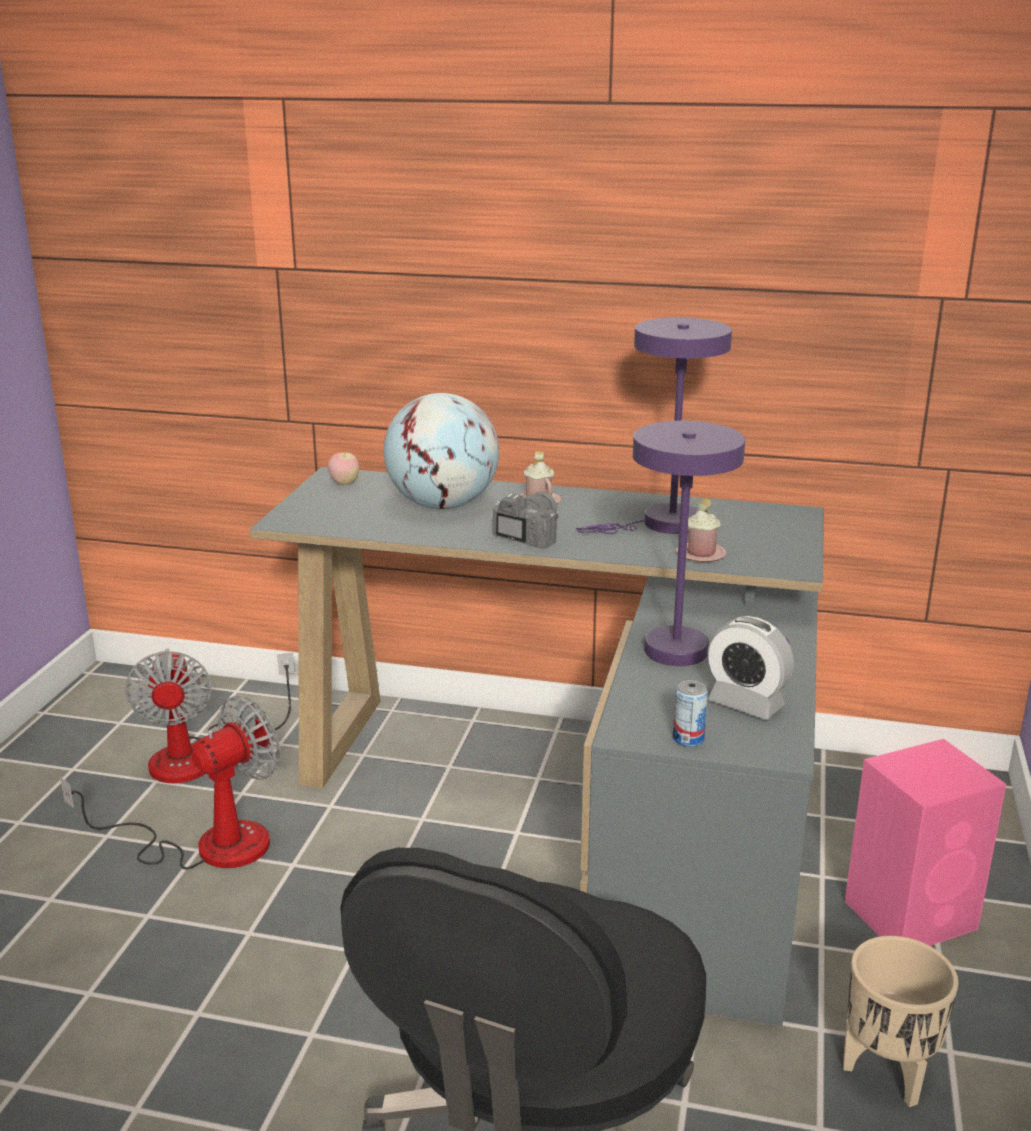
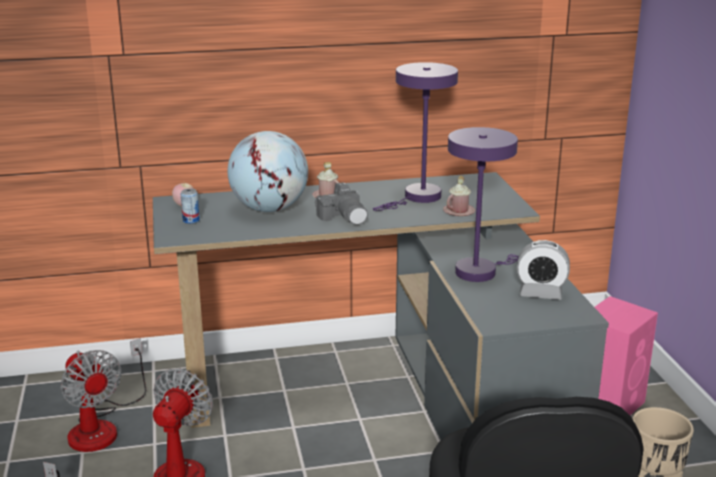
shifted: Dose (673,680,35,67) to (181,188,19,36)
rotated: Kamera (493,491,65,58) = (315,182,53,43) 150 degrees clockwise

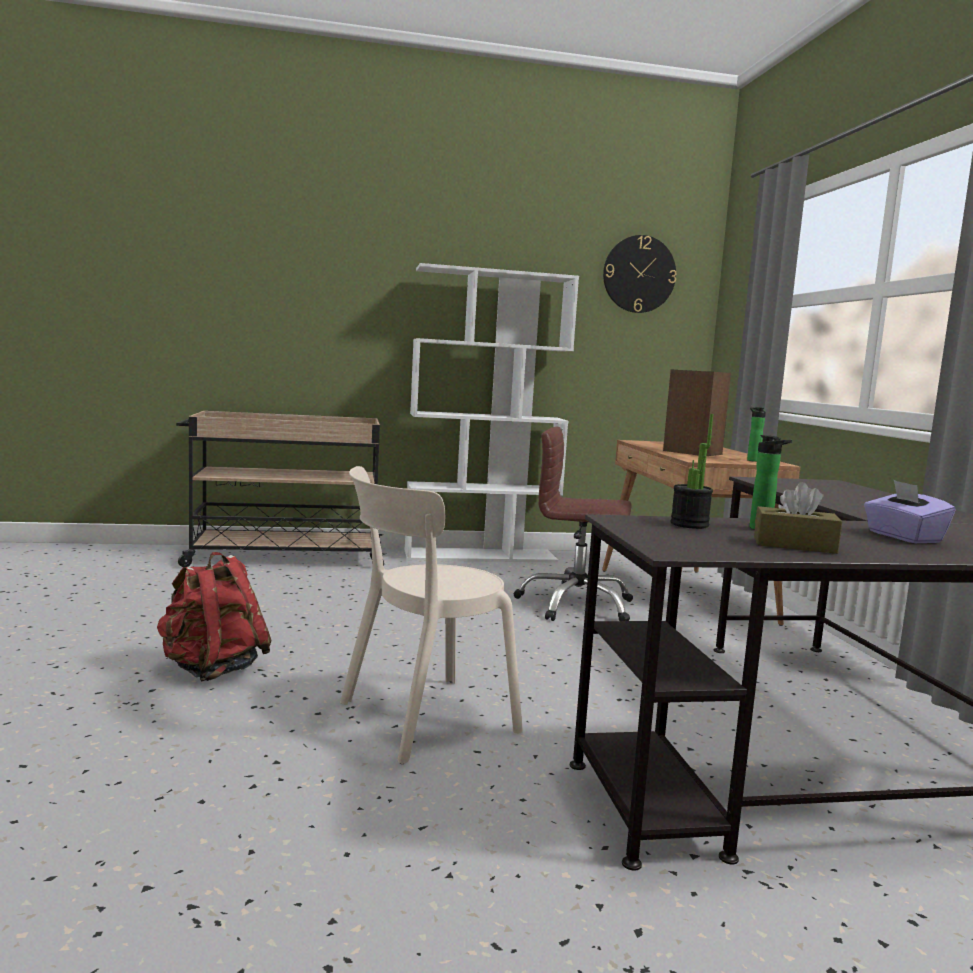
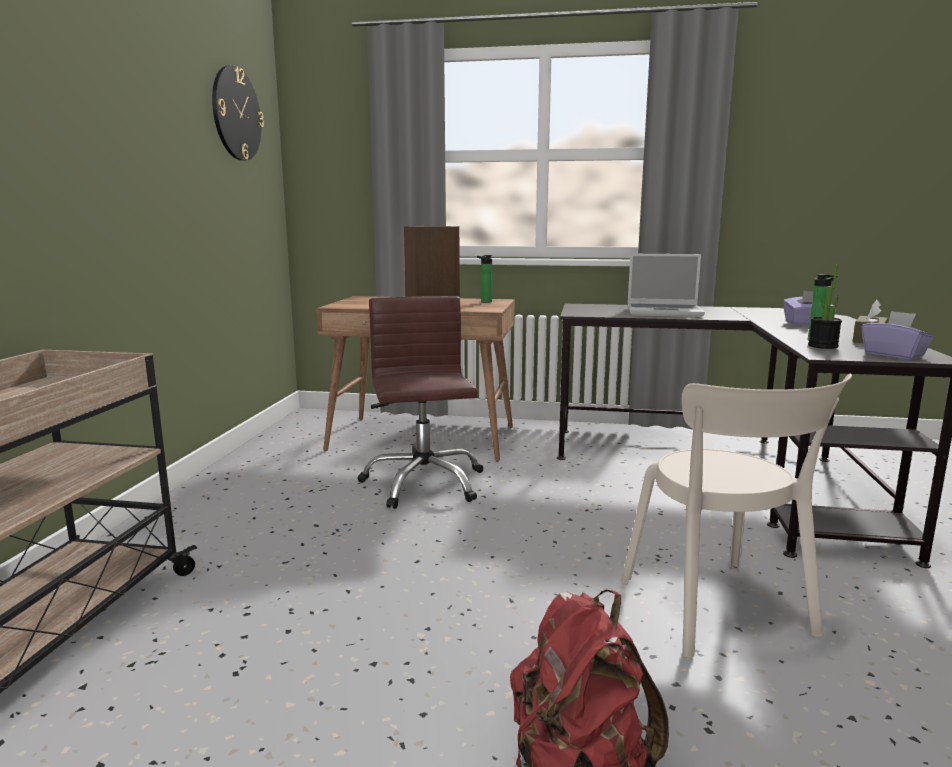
gone: Bücherregal [weiß] (404,263,175,300)
new: Laptop (627,254,78,63); Taschentuchbox [lila] (862,311,72,49)
rotated: Bürostuhl [braun] (514,426,119,195) = (358,296,125,213) 135 degrees clockwise

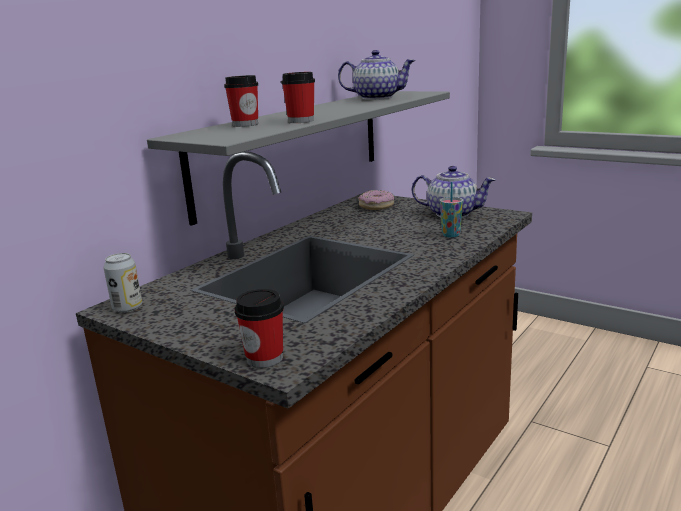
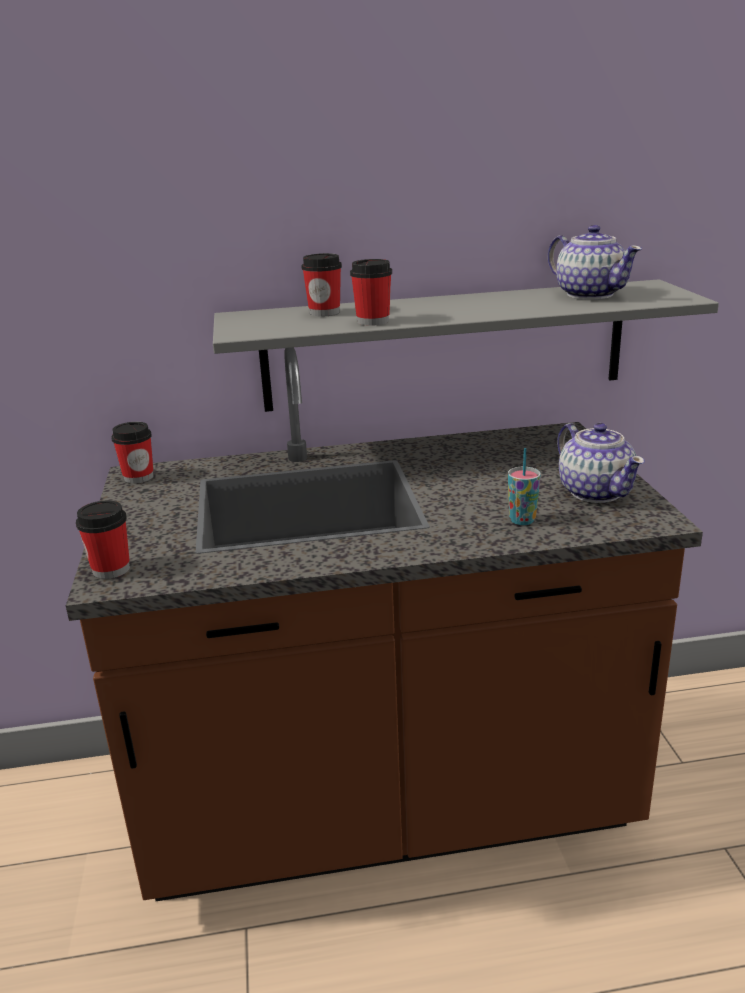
gone: Donut (358,190,36,20)
swapped: Dose (103,253,39,60) to Tasse (111,422,43,62)

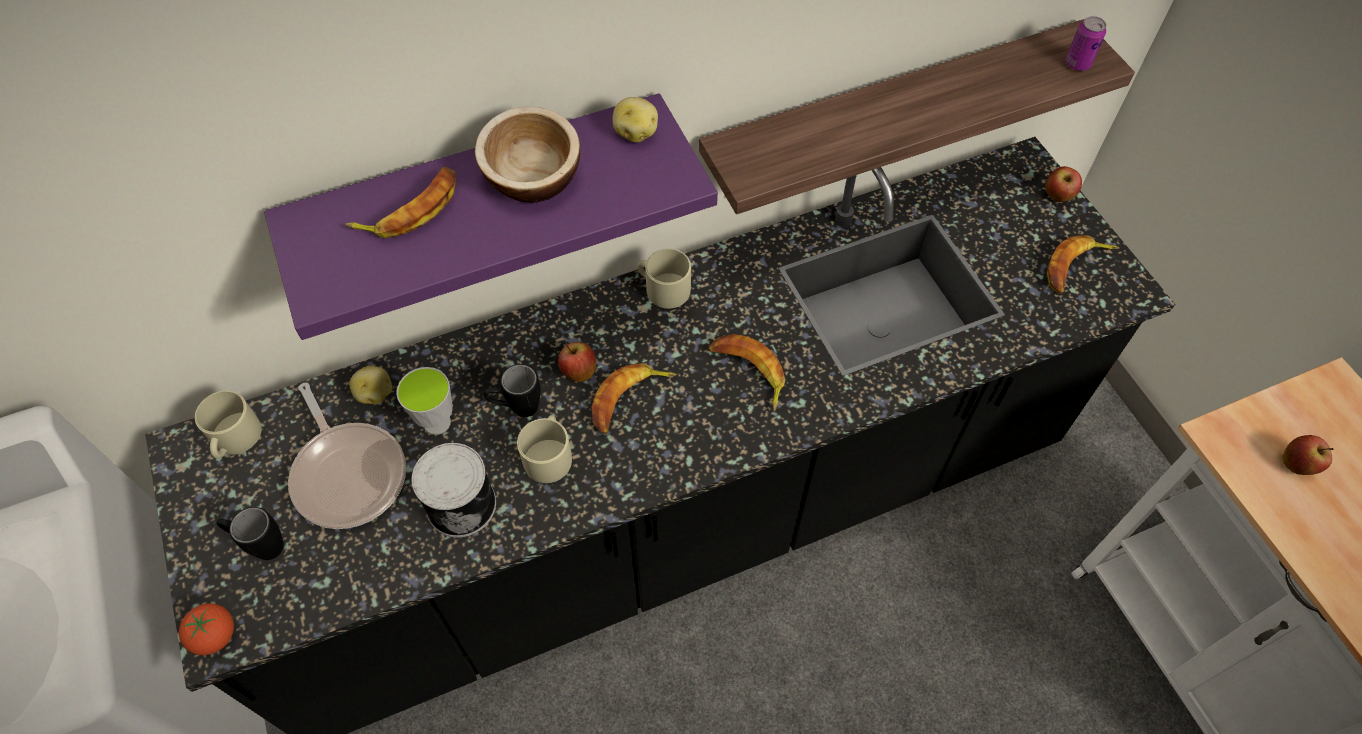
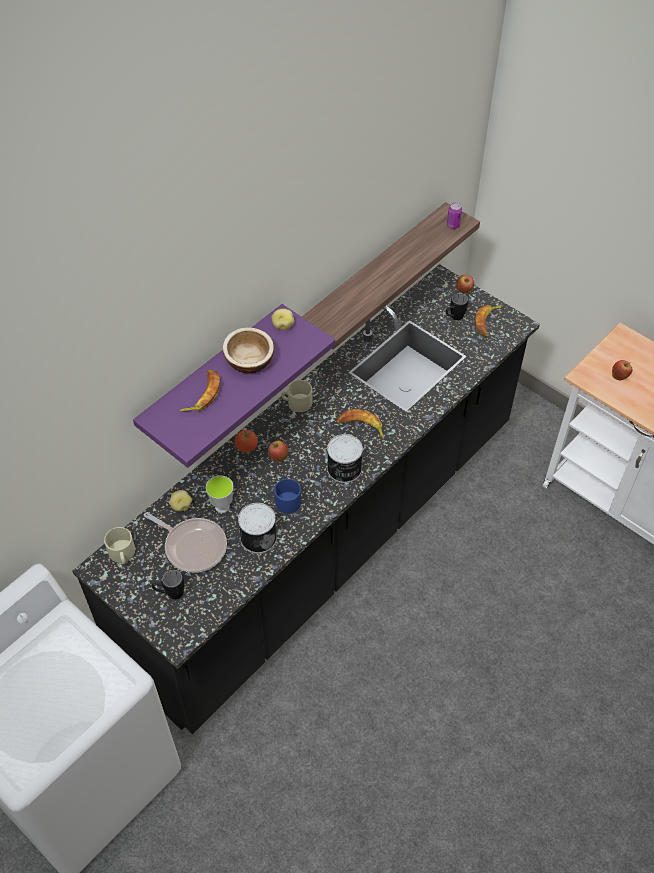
gone: Banane (592,363,85,71)
new: Dose (327,434,36,49)
shifted: Tomate (179,604,55,51) to (235,430,23,22); Henkelbecher [schwarz] (484,364,57,53) to (446,293,23,28)
repainted: Henkelbecher [beige] (517,415,55,68) to Henkelbecher [blau] (274,479,27,35)

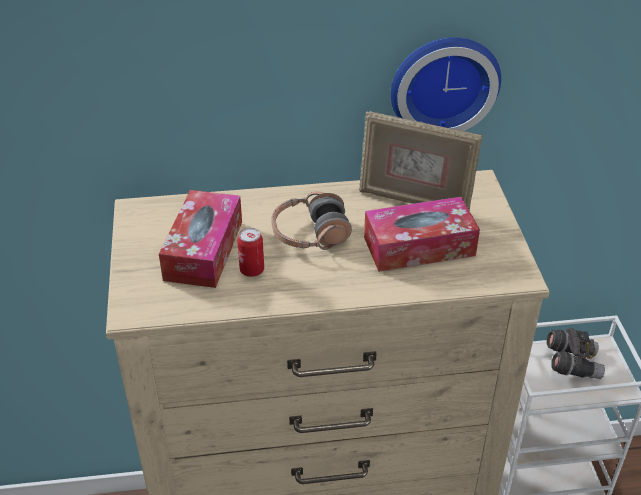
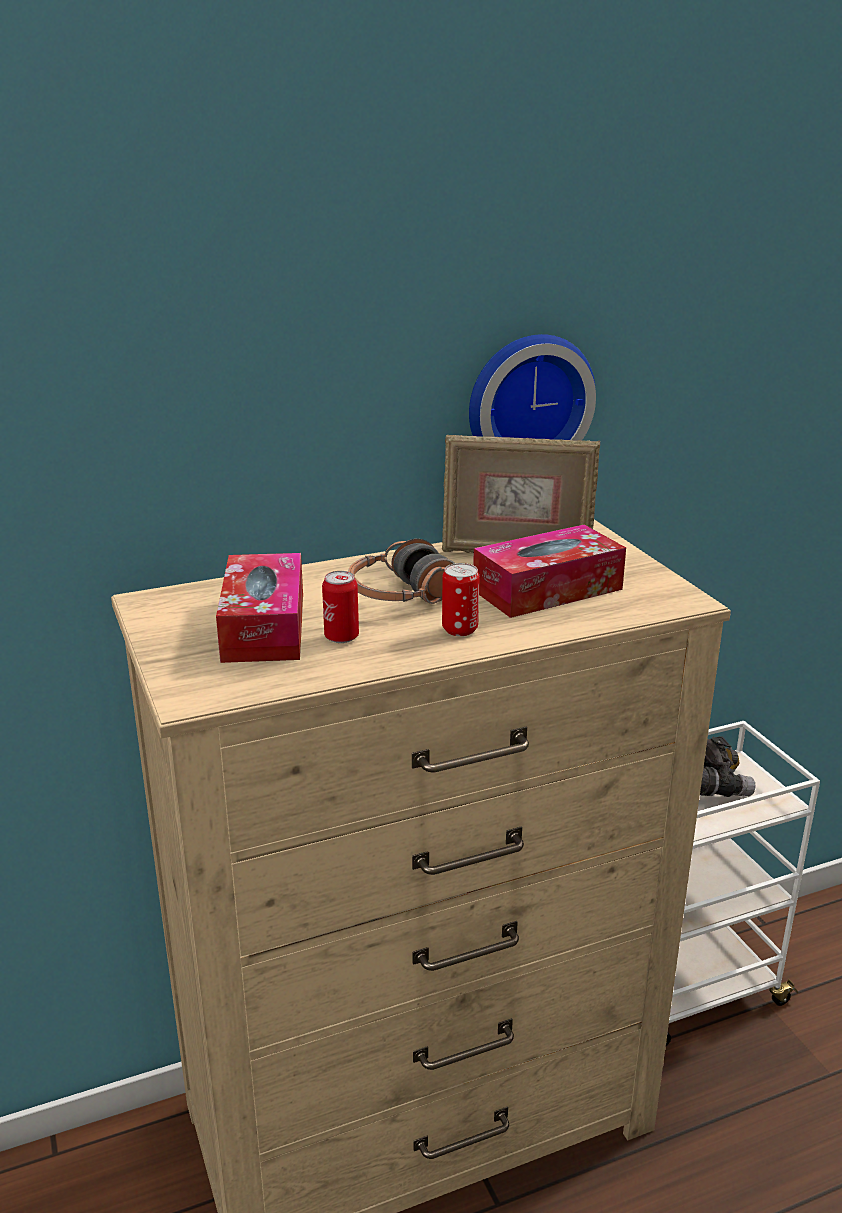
new: Dose (442,563,38,73)

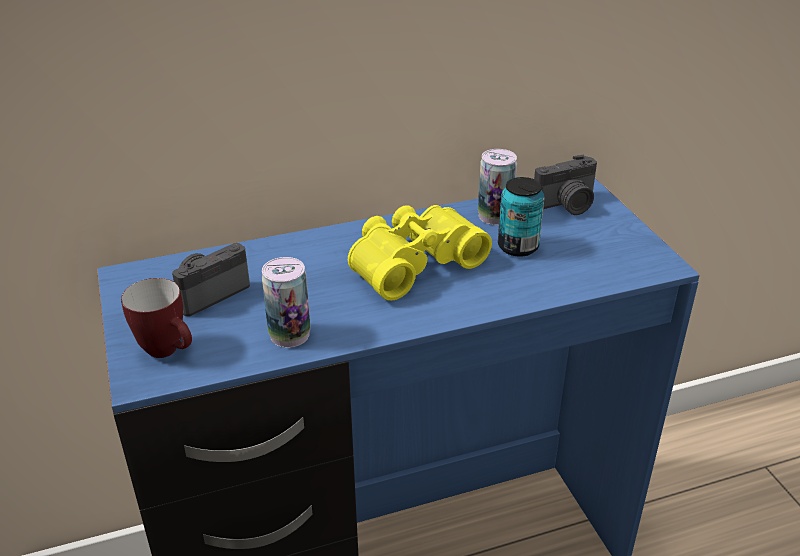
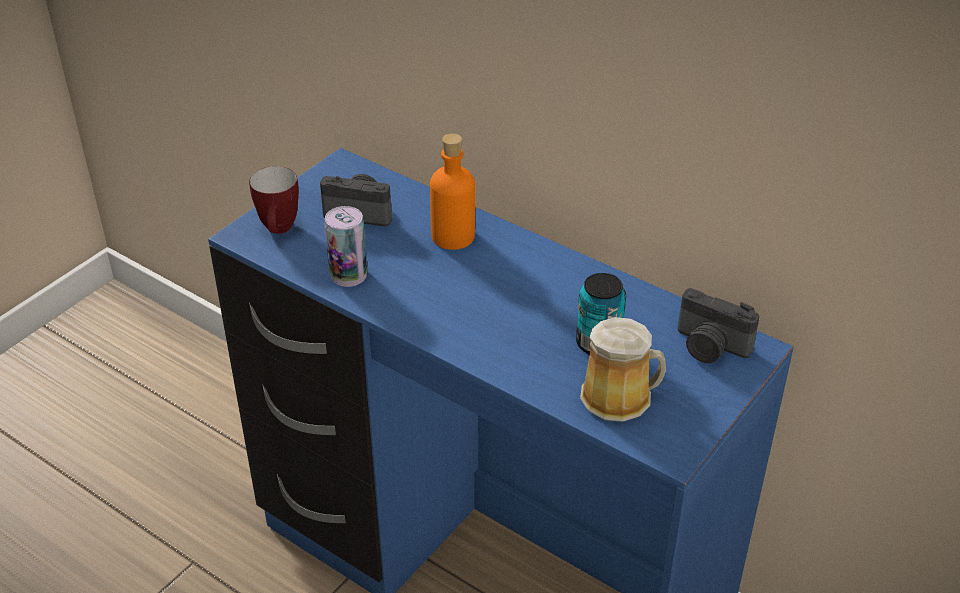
gone: Fernglas [gelb] (348,205,144,96); Dose (478,149,39,76)
new: Flasche [orange] (430,133,45,117); Henkelbecher (580,317,86,105)

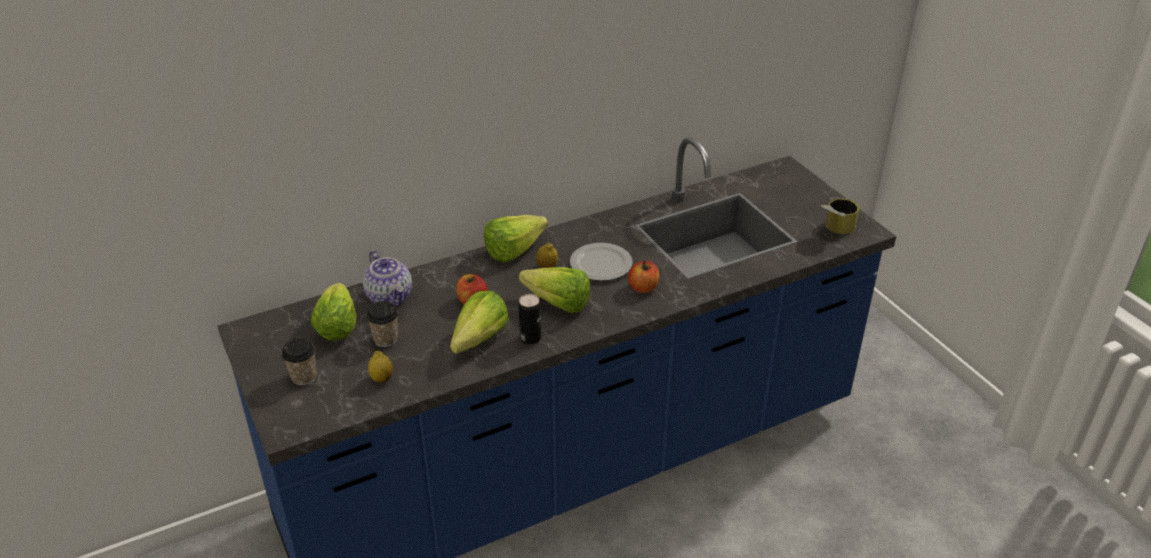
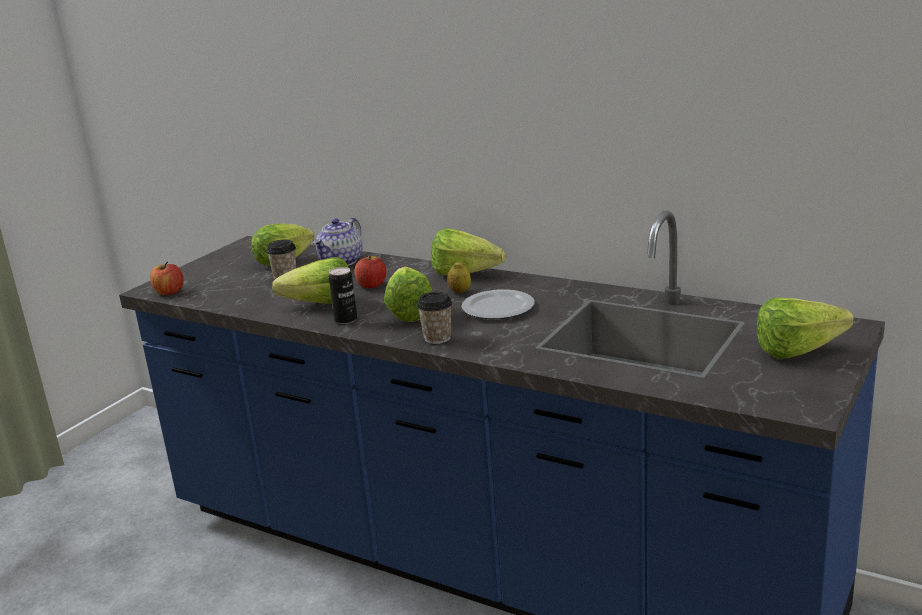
gone: Zitrone (368,351,25,31); Dose (821,198,39,36)
new: Salatkopf (757,298,96,61)
shifted: Tasse (282,338,35,47) to (417,292,35,52); Apfel (628,261,31,32) to (150,262,34,33)

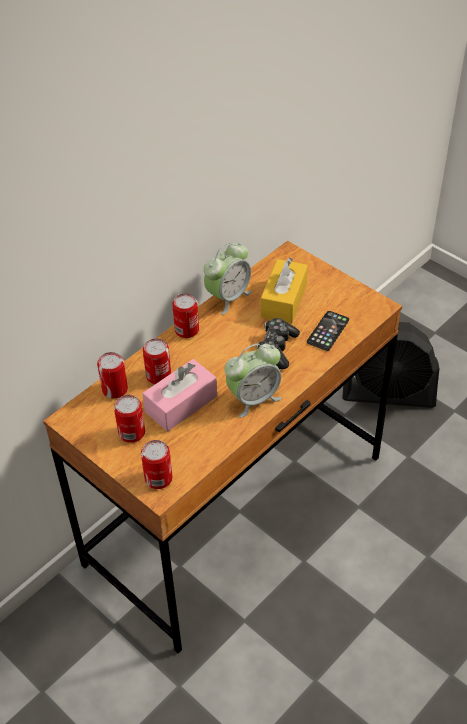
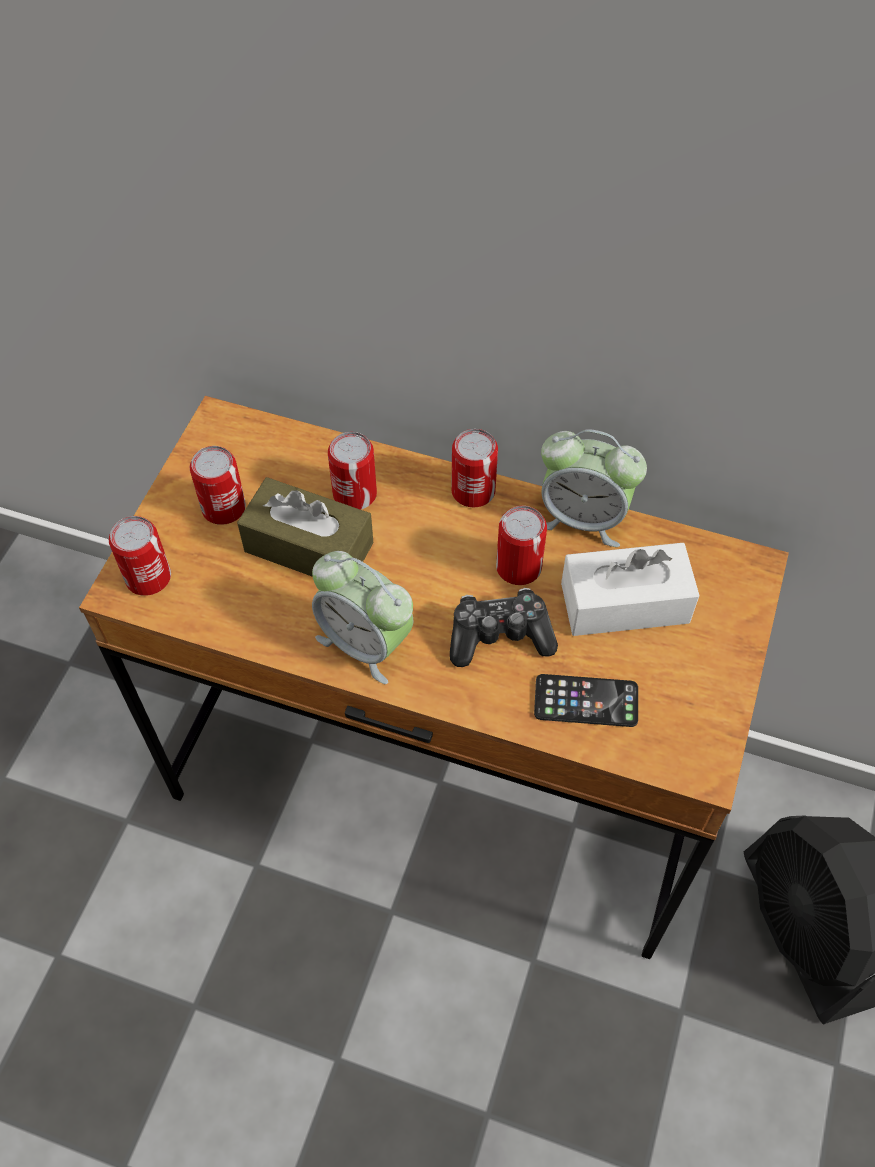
shifted: Dose (97,352,31,47) to (496,506,51,79)
repainted: Taschentuchbox [rosa] (142,359,75,72) to Taschentuchbox [braun] (237,477,136,100); Taschentuchbox [gelb] (261,257,47,67) to Taschentuchbox [weiß] (561,543,139,93)

